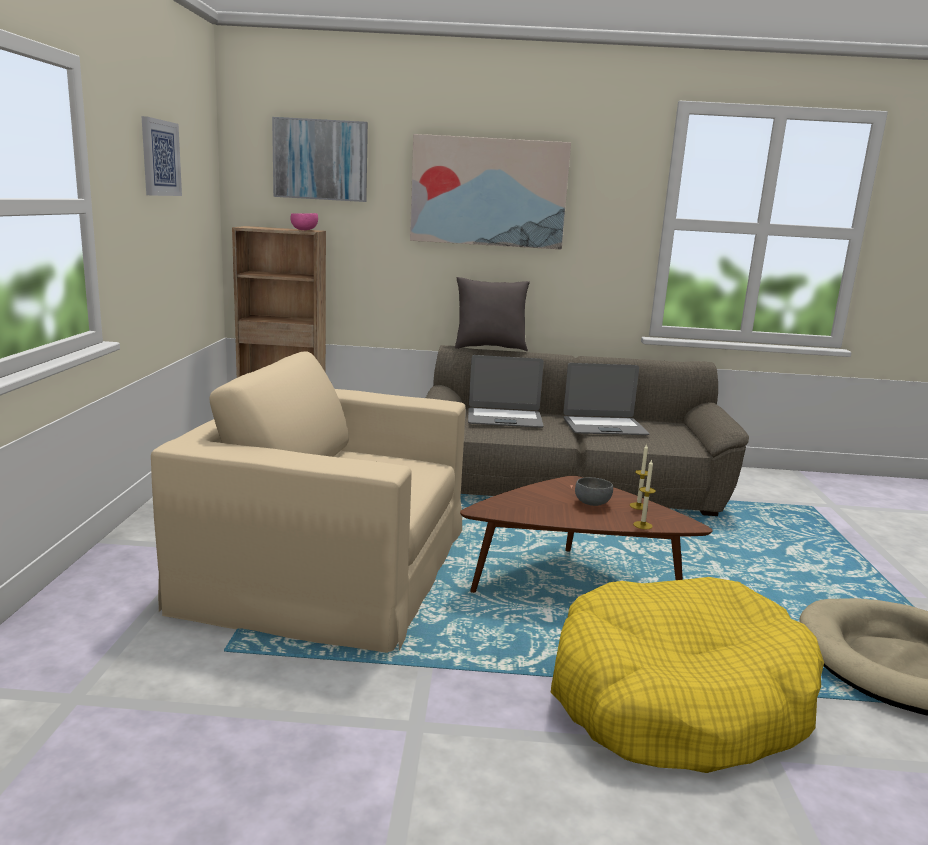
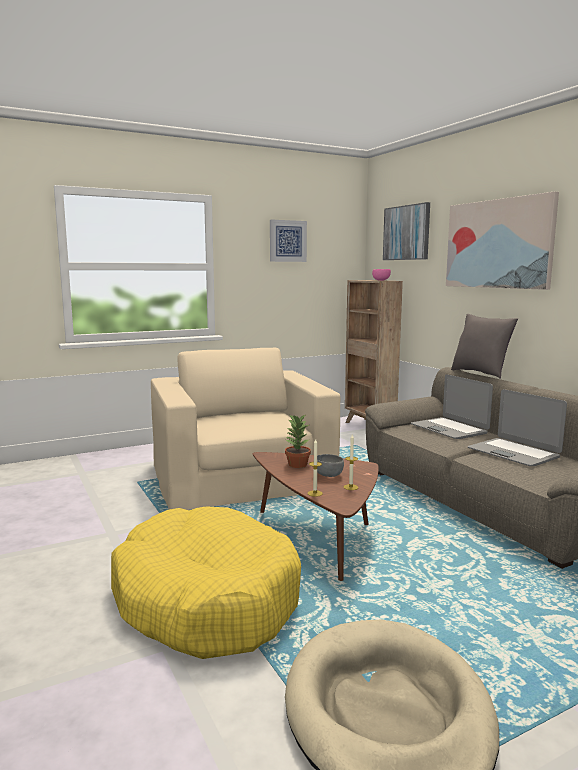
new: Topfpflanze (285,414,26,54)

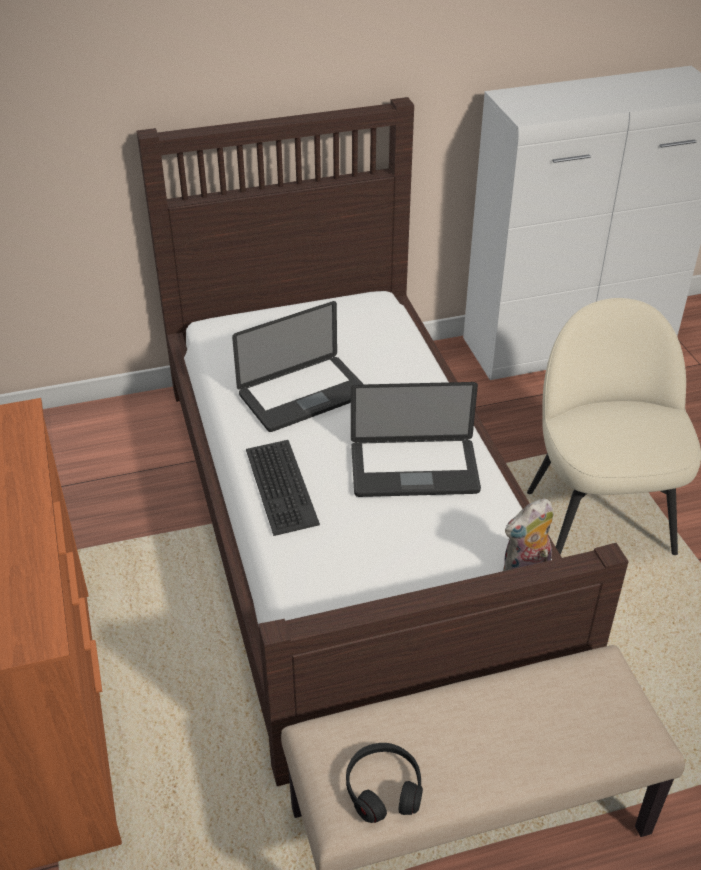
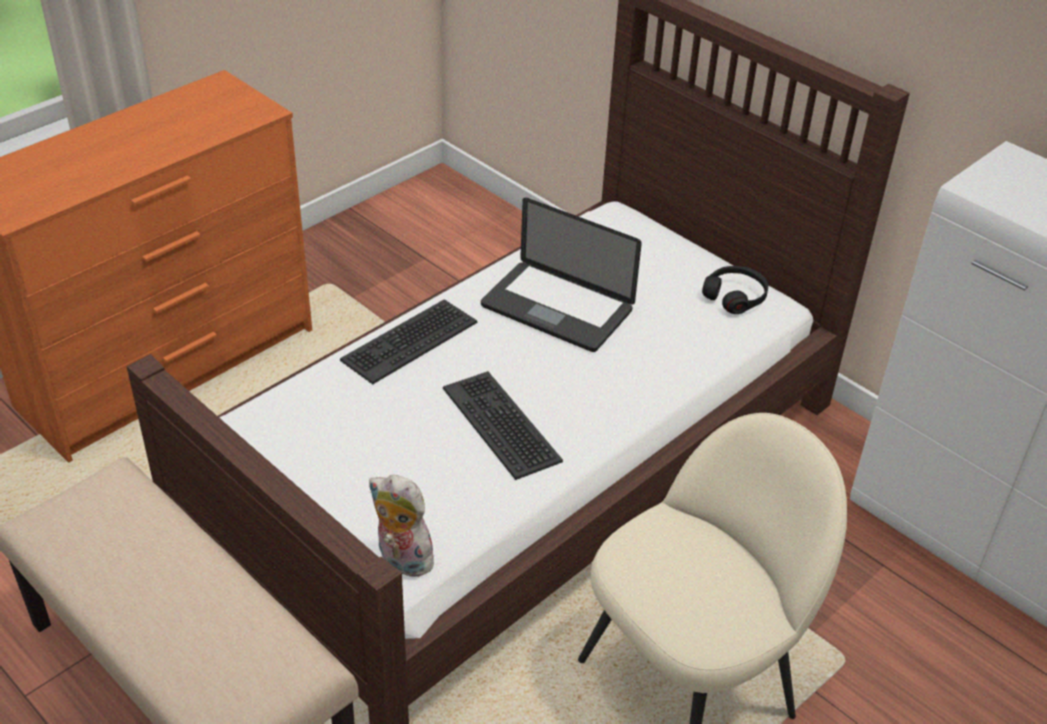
shifted: Kopfhörer [schwarz] (346,743,77,80) to (702,266,66,48)
swapped: Laptop (351,382,130,115) to Tastatur (443,371,120,109)

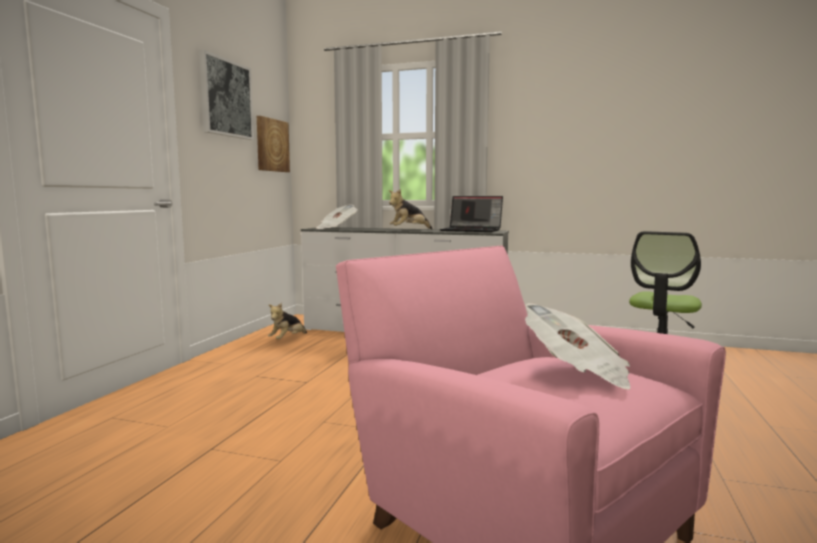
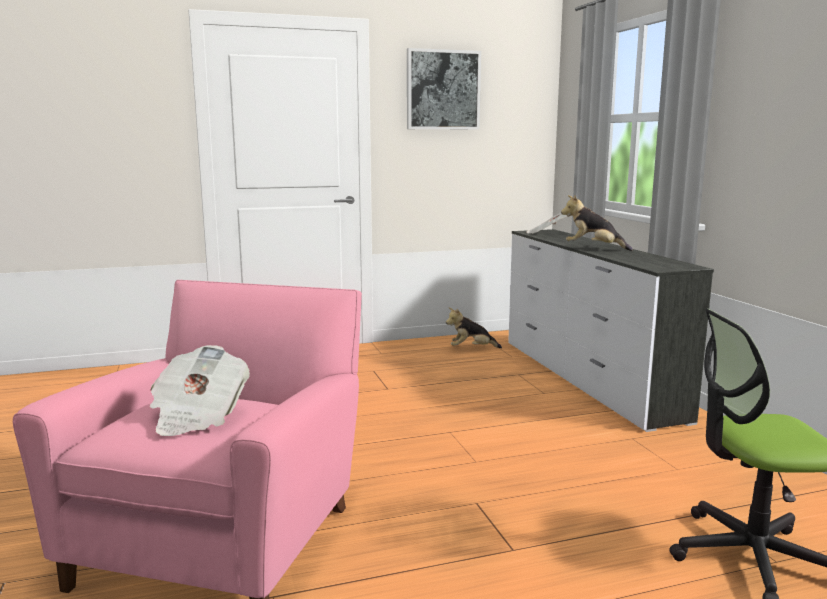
gone: Bild (257,116,33,56); Laptop (440,196,63,36)

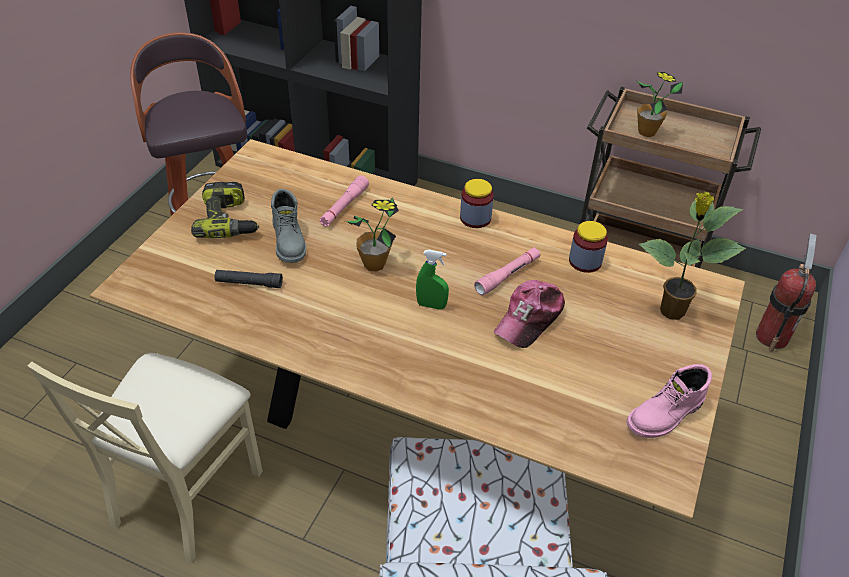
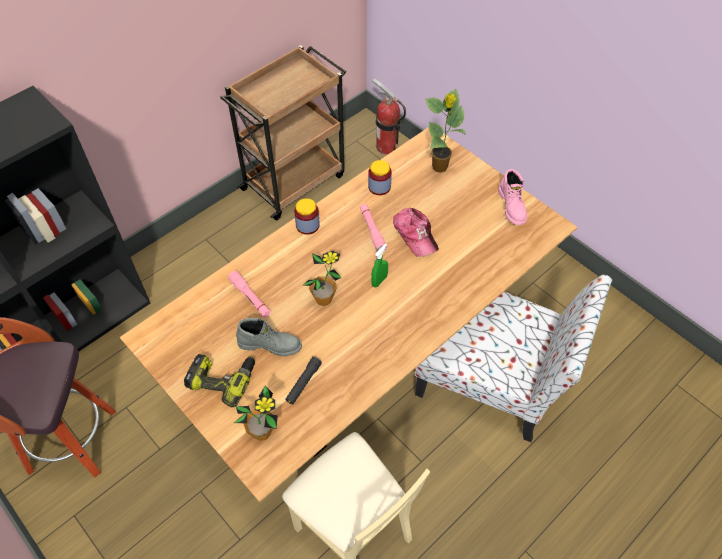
shifted: Topfpflanze (637,72,46,65) to (234,386,44,55)

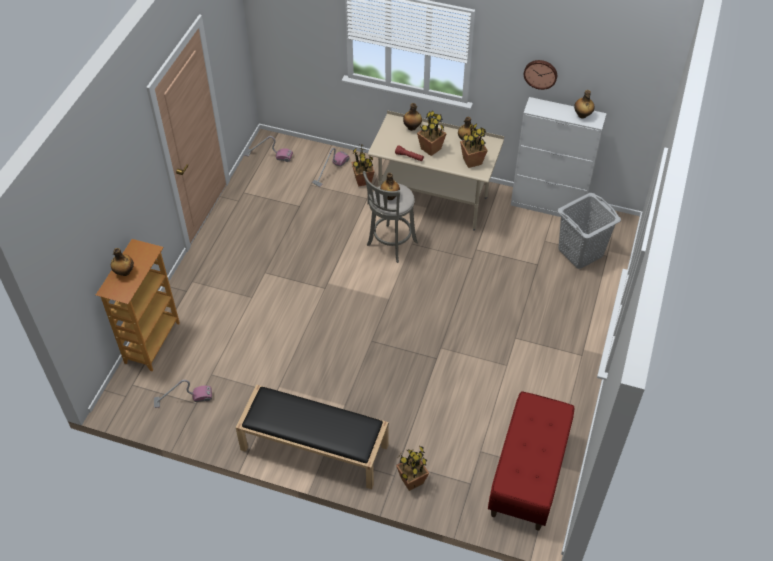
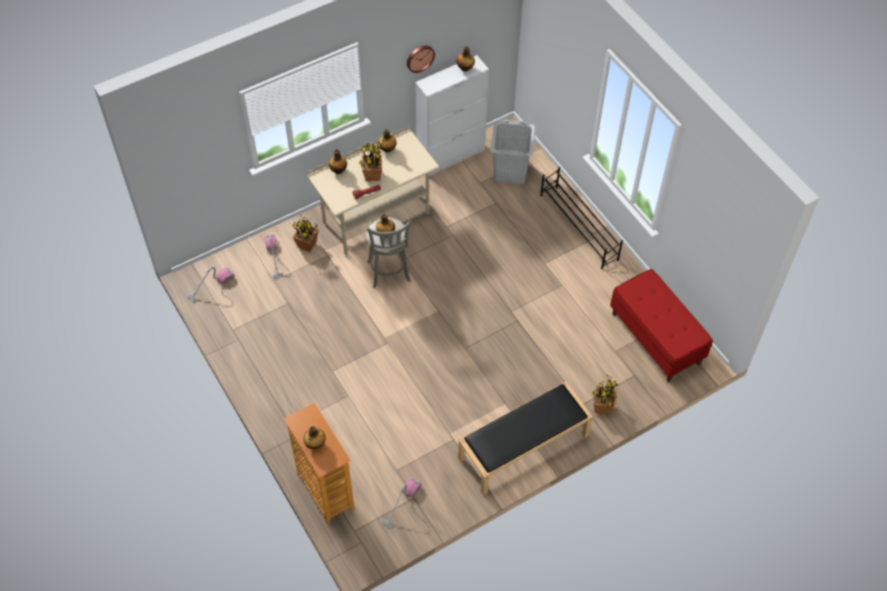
gone: Topfpflanze (460,123,28,45)
new: Schuhregal [schwarz] (540,167,83,102)

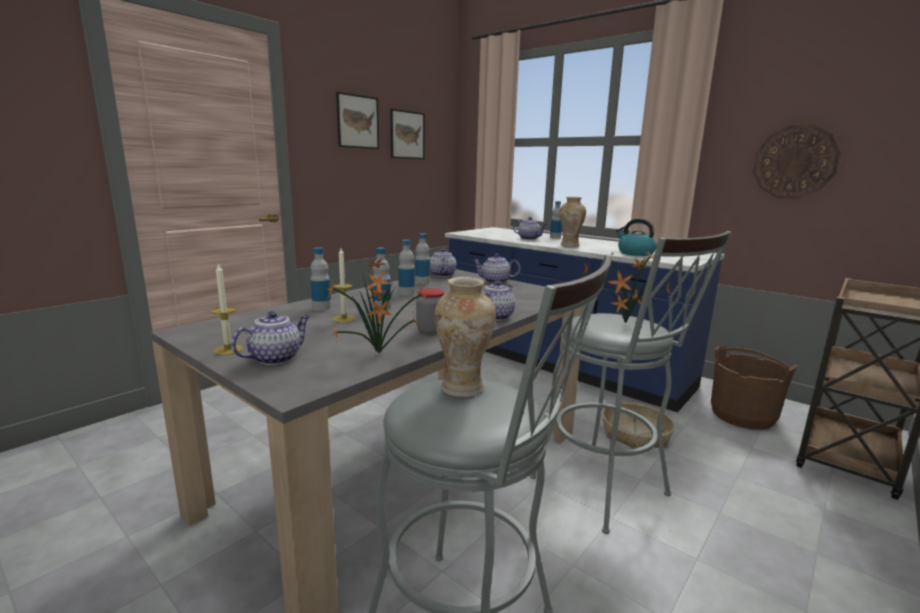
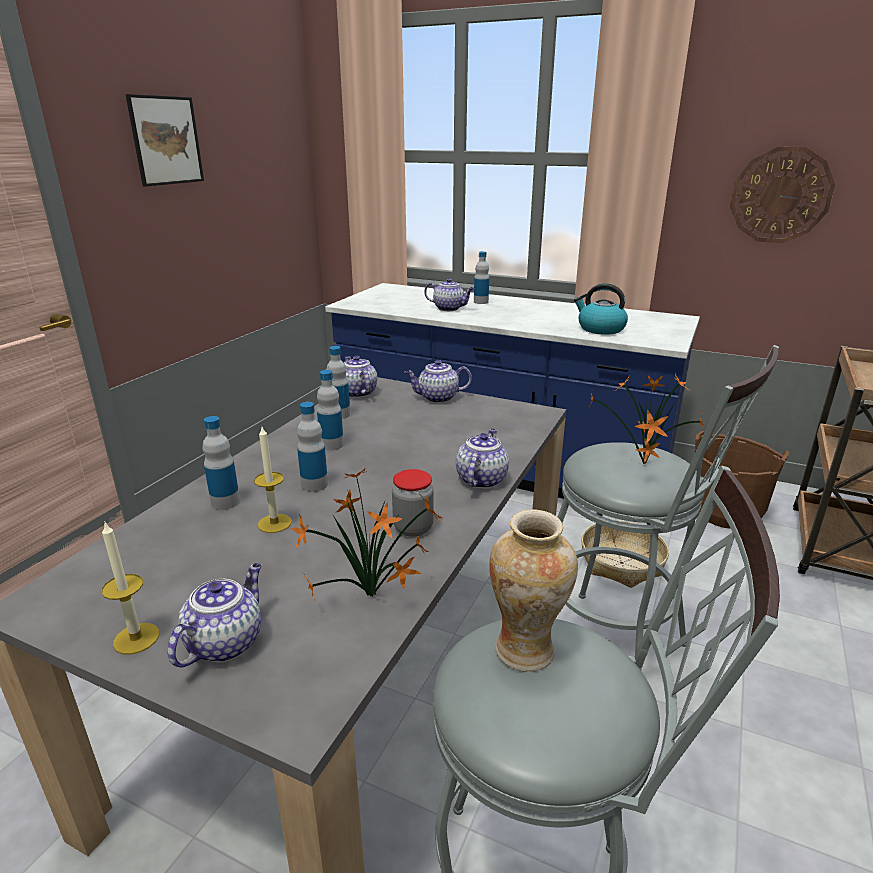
gone: Bild (390,109,35,50); Vase (560,197,26,50)

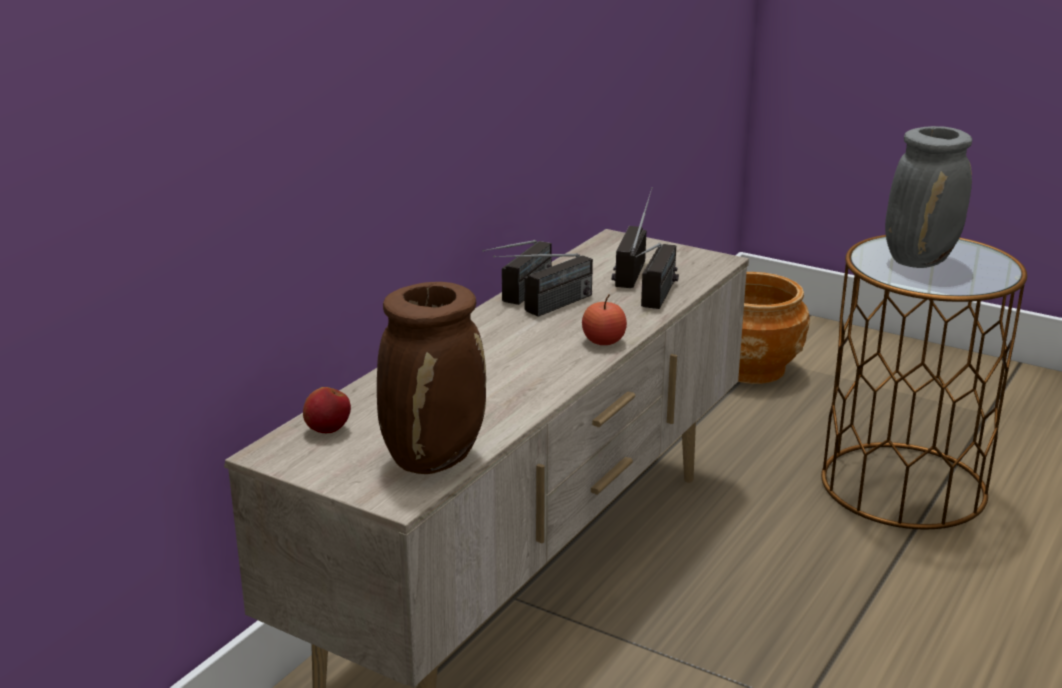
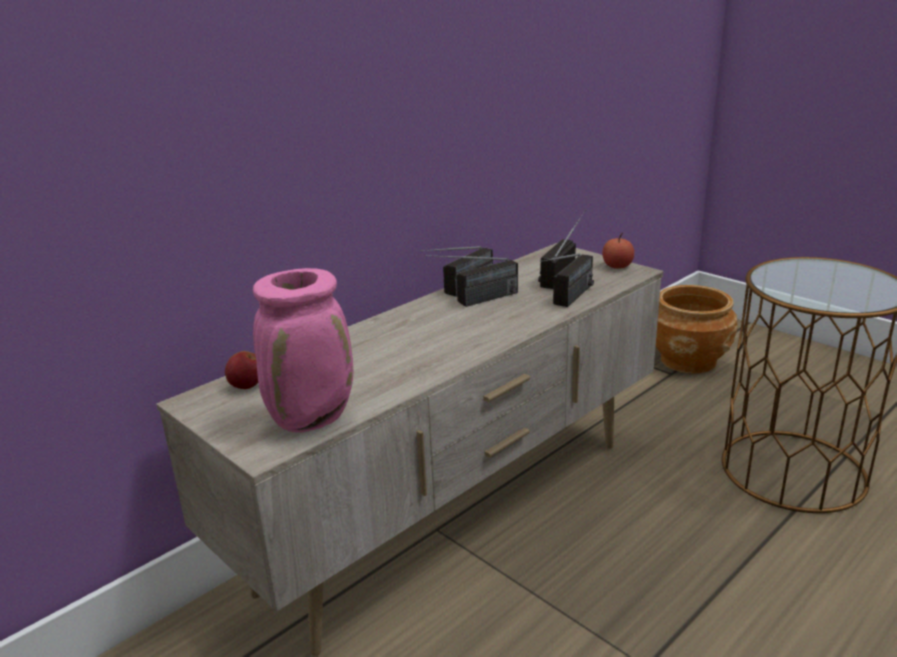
gone: Vase [grau] (885,126,87,142)
shifted: Apfel (582,295,45,50) to (602,232,32,37)
repainted: Vase [braun] (377,282,109,192) to Vase [rosa] (253,268,100,165)

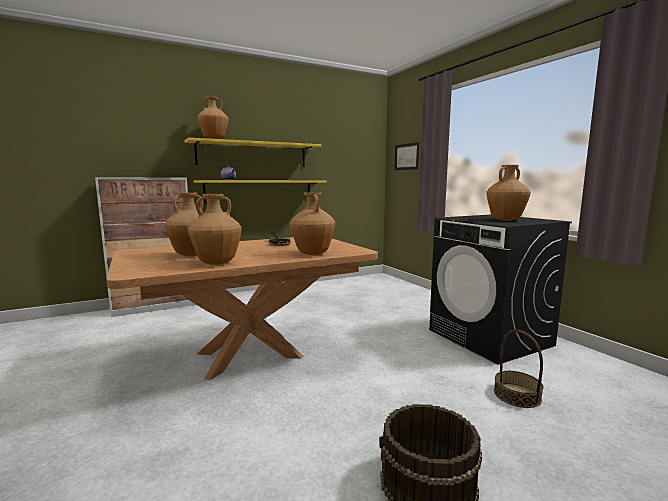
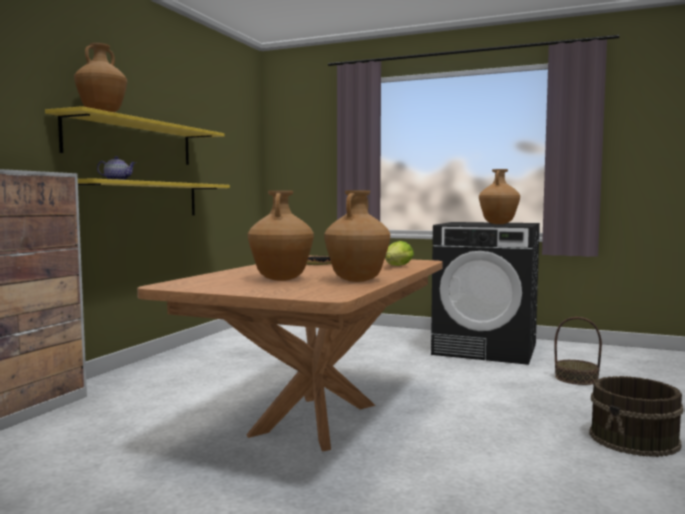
gone: Bild (394,142,25,28)
swapped: Vase [braun] (290,192,45,63) to Salatkopf (385,241,29,25)

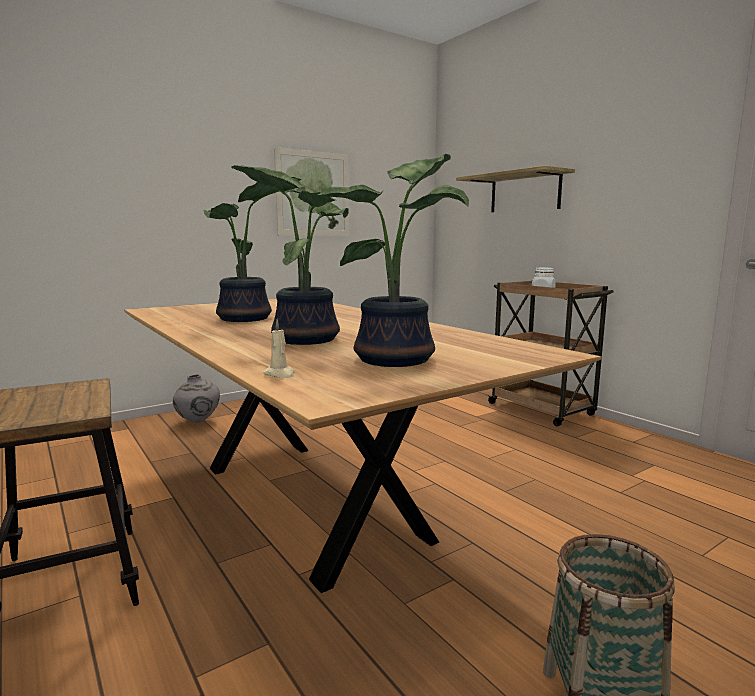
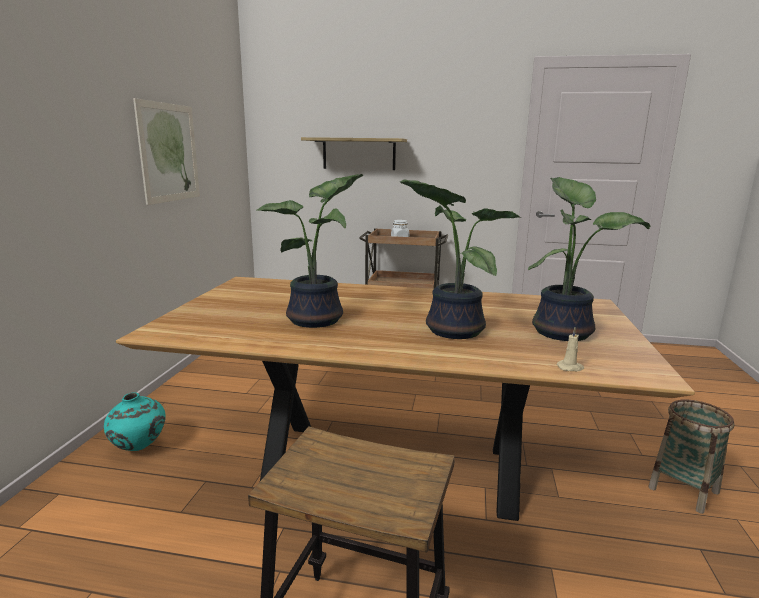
repainted: Vase [grau] (173,374,47,48) to Vase [türkis] (104,392,62,59)

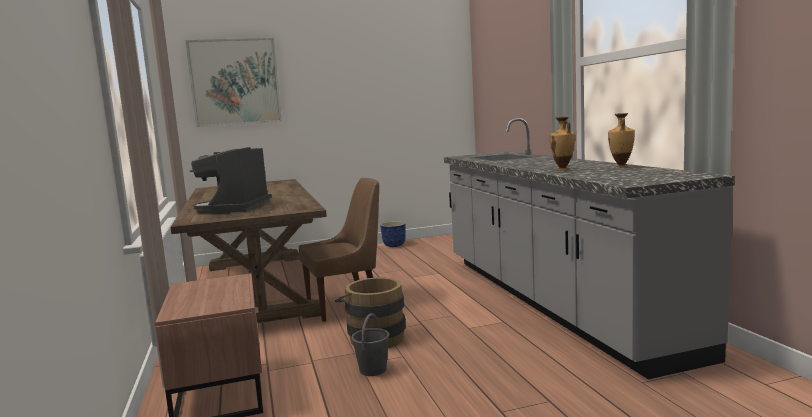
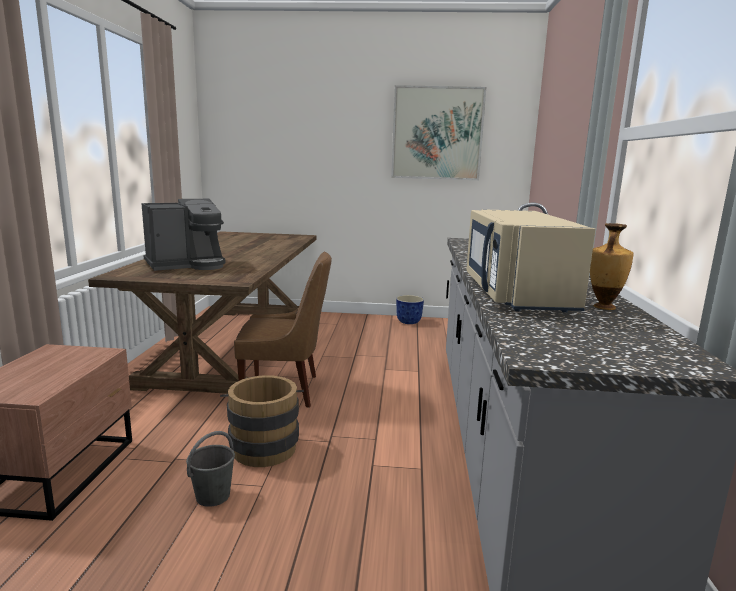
shifted: Bild (185,38,97,89) to (391,85,95,95)
swapped: Vase (550,117,25,54) to Mikrowelle [beige] (467,209,129,104)
rotated: Kaffeemaschine (190,147,82,66) = (141,199,85,72) 150 degrees counterclockwise

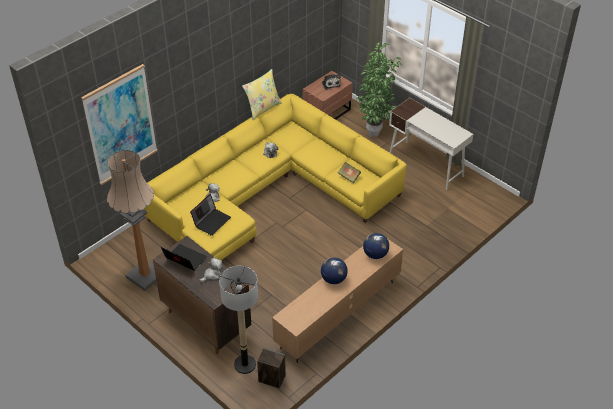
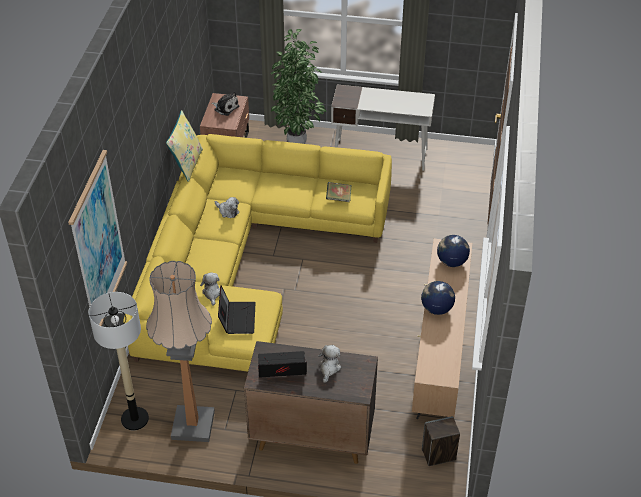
shifted: Stehlampe (219,266,39,108) to (89,292,60,139)

